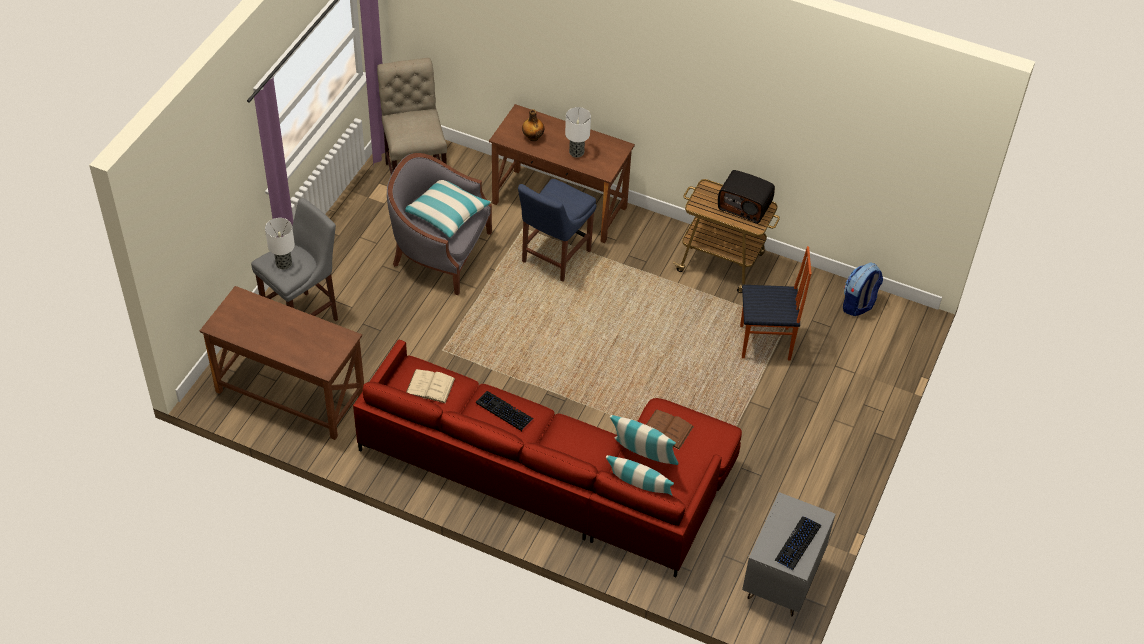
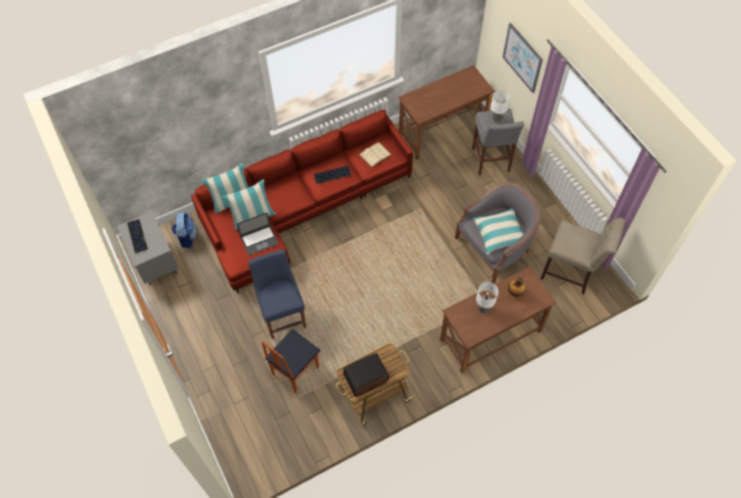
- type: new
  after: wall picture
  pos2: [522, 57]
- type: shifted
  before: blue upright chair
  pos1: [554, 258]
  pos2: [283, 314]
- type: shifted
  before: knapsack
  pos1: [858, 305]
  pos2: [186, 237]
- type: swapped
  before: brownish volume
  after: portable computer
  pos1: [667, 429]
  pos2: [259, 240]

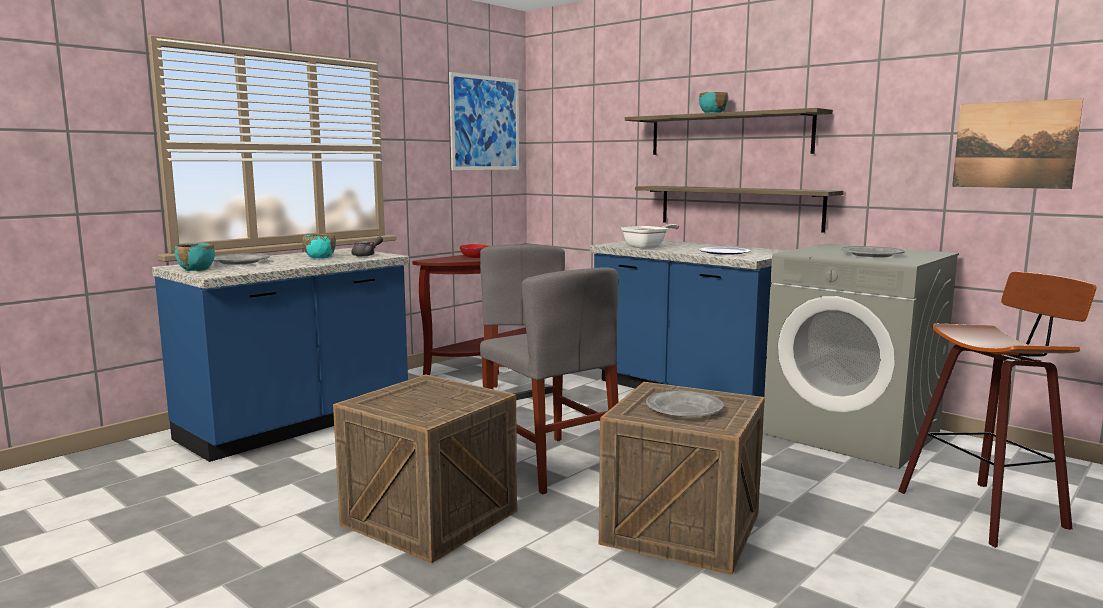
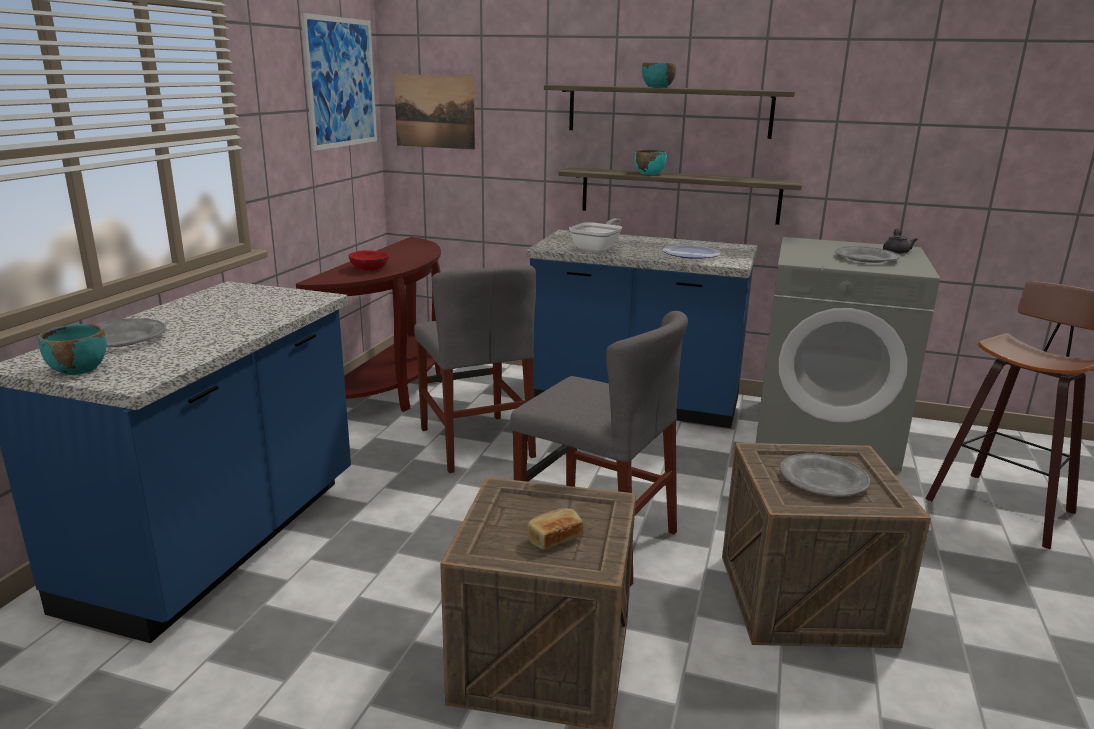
- type: new
  after: bread
  pos2: [554, 538]
- type: shifted
  before: blue-green deep dish
  pos1: [320, 257]
  pos2: [649, 173]
- type: shifted
  before: greyish pot for tea
  pos1: [367, 255]
  pos2: [896, 251]
- type: shifted
  before: wall picture
  pos1: [1014, 145]
  pos2: [435, 111]

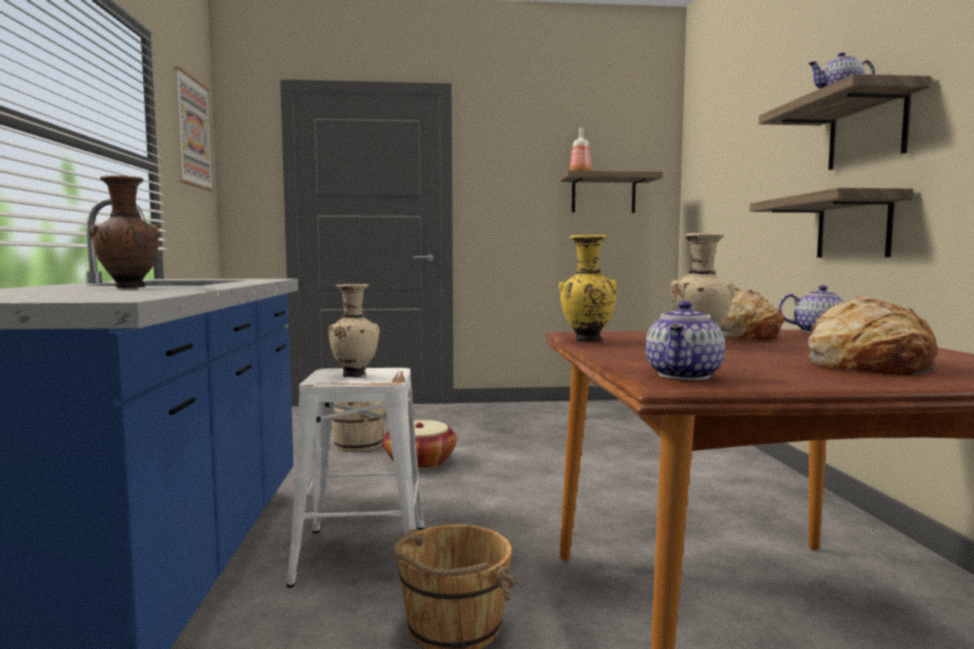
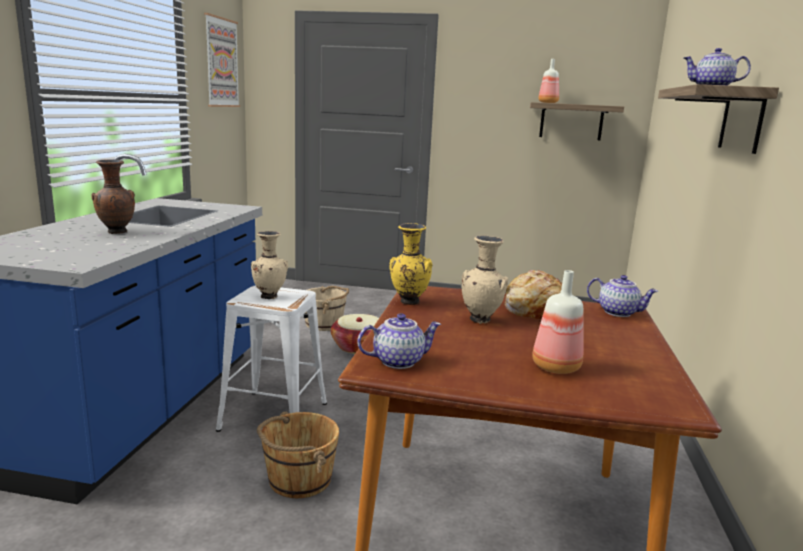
- type: gone
  before: wall shelf
  pos1: [853, 227]
- type: swapped
  before: bread
  after: drink bottle
  pos1: [867, 365]
  pos2: [554, 367]
- type: rotated
  before: pot for tea
  pos1: [685, 375]
  pos2: [398, 361]
  turn: -150

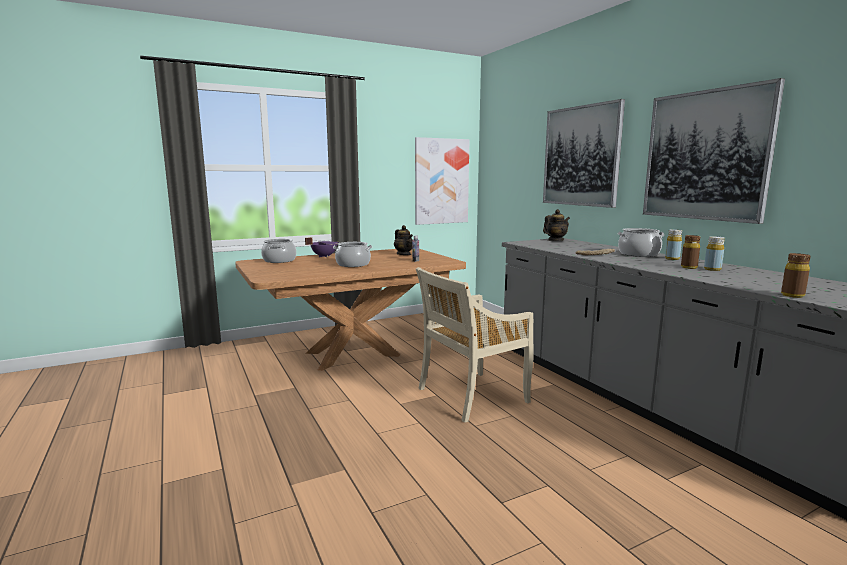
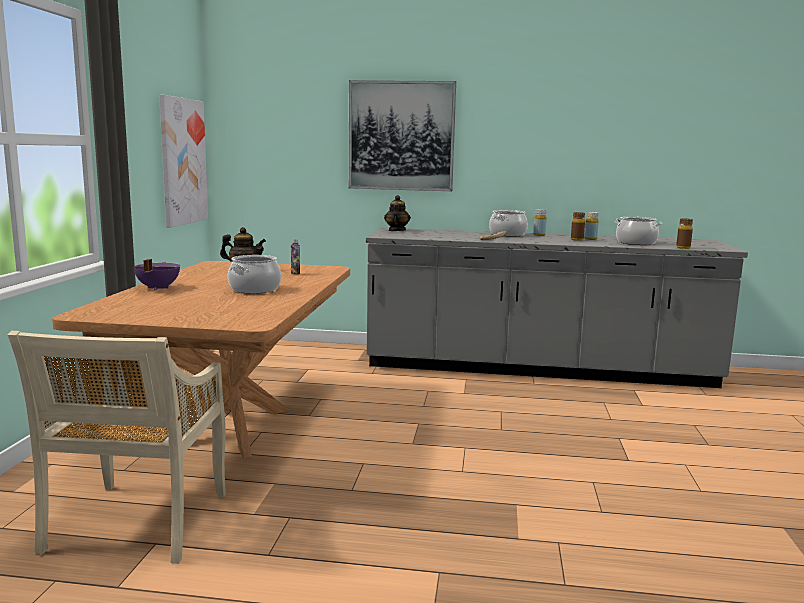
- type: gone
  before: wall picture
  pos1: [706, 155]
- type: shifted
  before: stockpot
  pos1: [279, 260]
  pos2: [636, 243]
- type: shifted
  before: beige-coloured upright chair
  pos1: [471, 396]
  pos2: [137, 524]

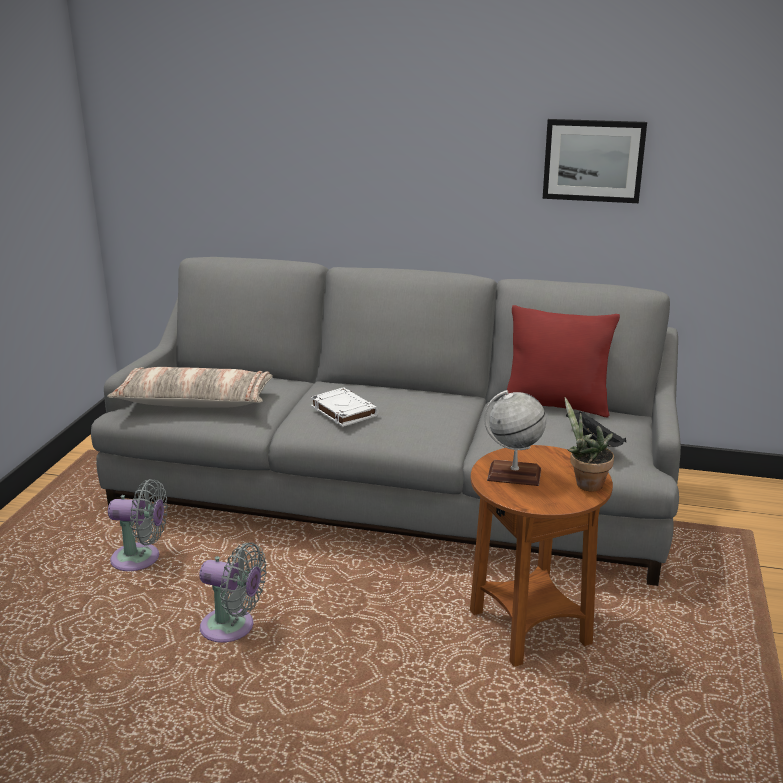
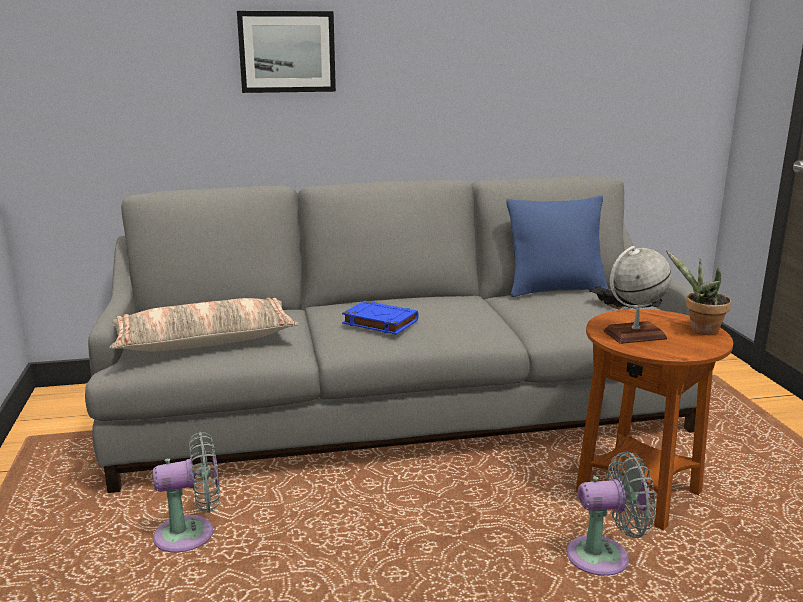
- type: shifted
  before: greyish electric fan
  pos1: [232, 628]
  pos2: [604, 557]
- type: shifted
  before: wall picture
  pos1: [593, 160]
  pos2: [287, 52]
- type: repainted
  before: white-coloured volume
  after: blue volume
  pos1: [343, 411]
  pos2: [379, 322]
- type: repainted
  before: red throw pillow
  after: blue throw pillow
  pos1: [556, 405]
  pos2: [555, 290]

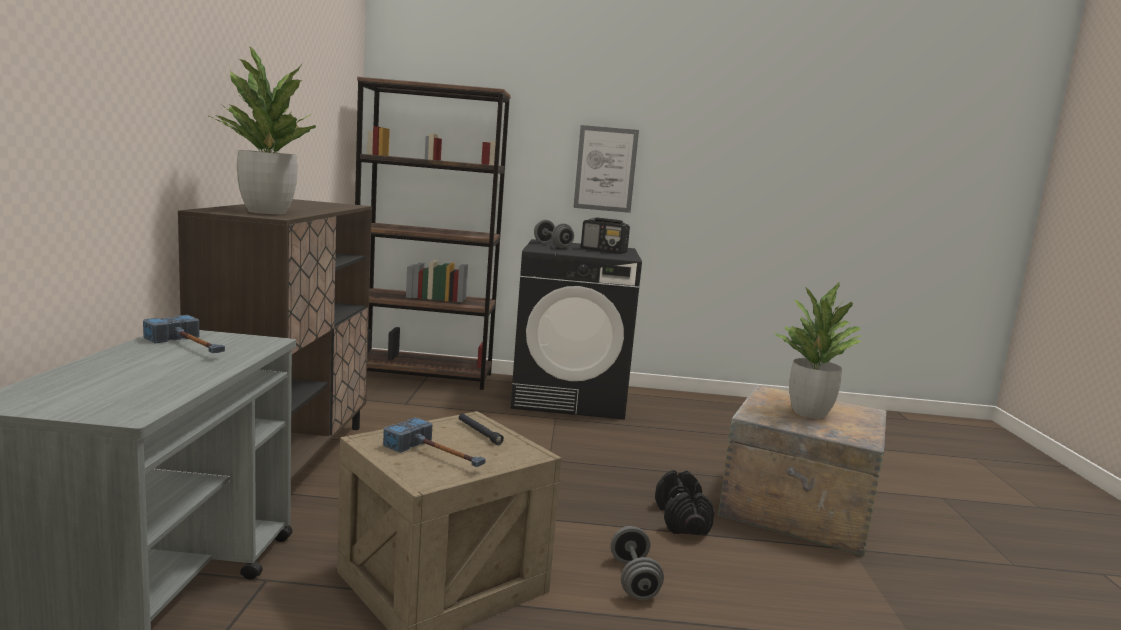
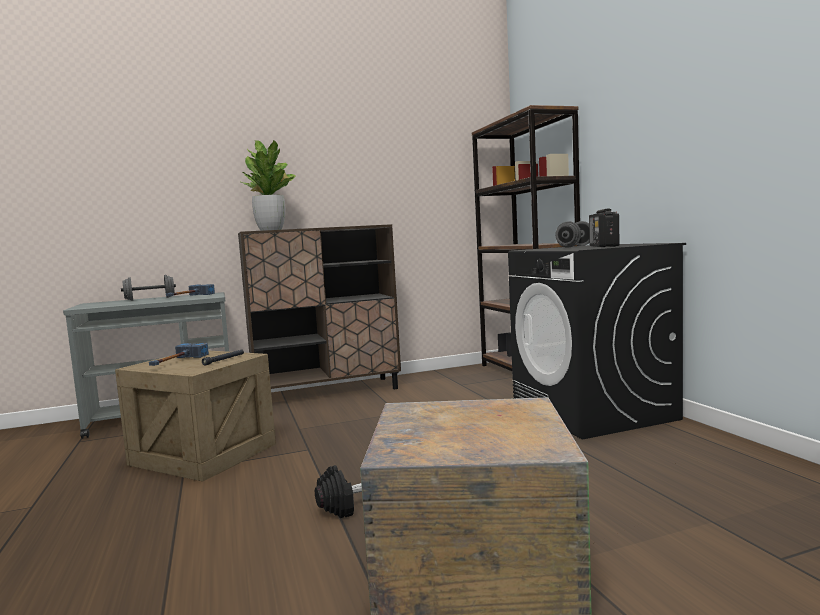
- type: gone
  before: wall picture
  pos1: [605, 169]
- type: gone
  before: potted plant
  pos1: [809, 413]
- type: shifted
  before: greyish free weight
  pos1: [633, 579]
  pos2: [150, 299]

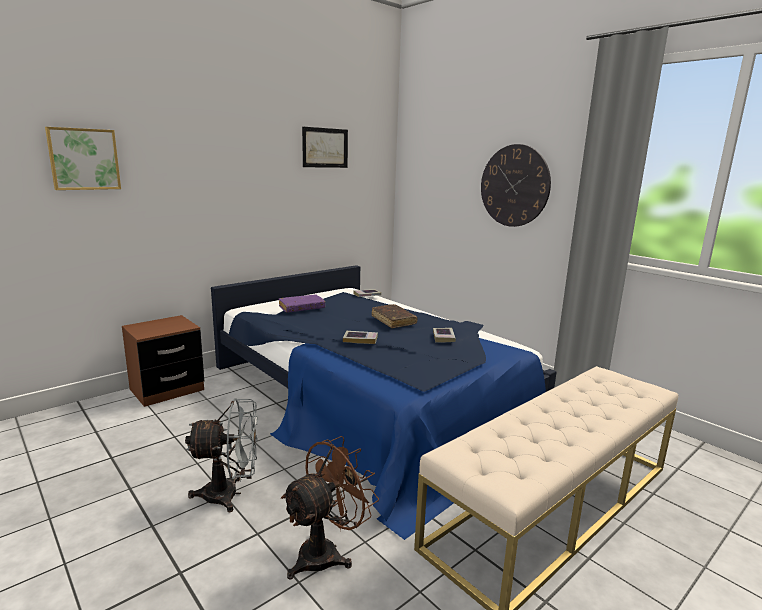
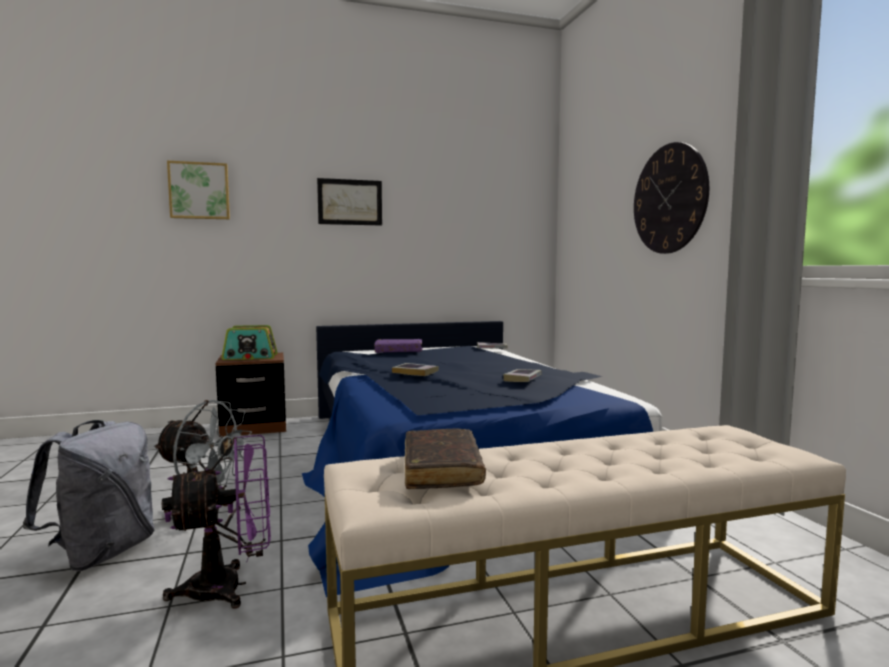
- type: new
  after: greyish knapsack
  pos2: [102, 553]
- type: new
  after: radio
  pos2: [250, 357]
- type: shifted
  before: wall picture
  pos1: [325, 148]
  pos2: [350, 202]
- type: shifted
  before: brownish volume
  pos1: [393, 321]
  pos2: [441, 469]
- type: repainted
  before: brownish electric fan
  after: purplish electric fan
  pos1: [326, 552]
  pos2: [229, 587]

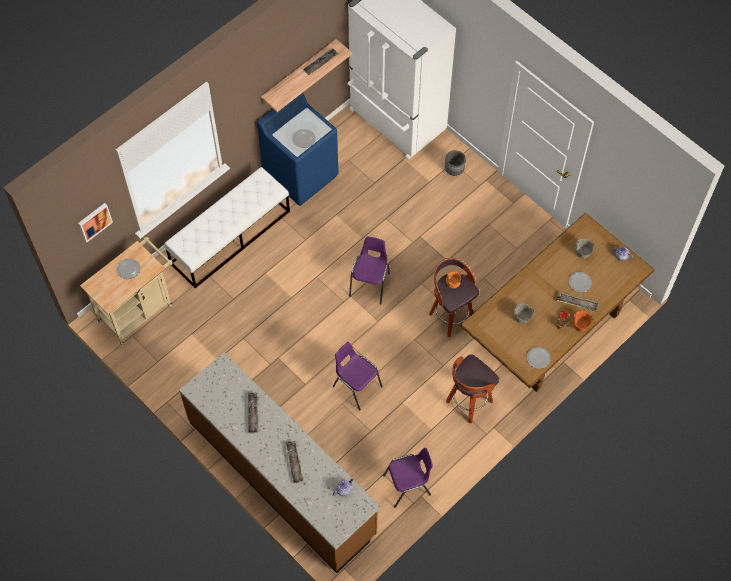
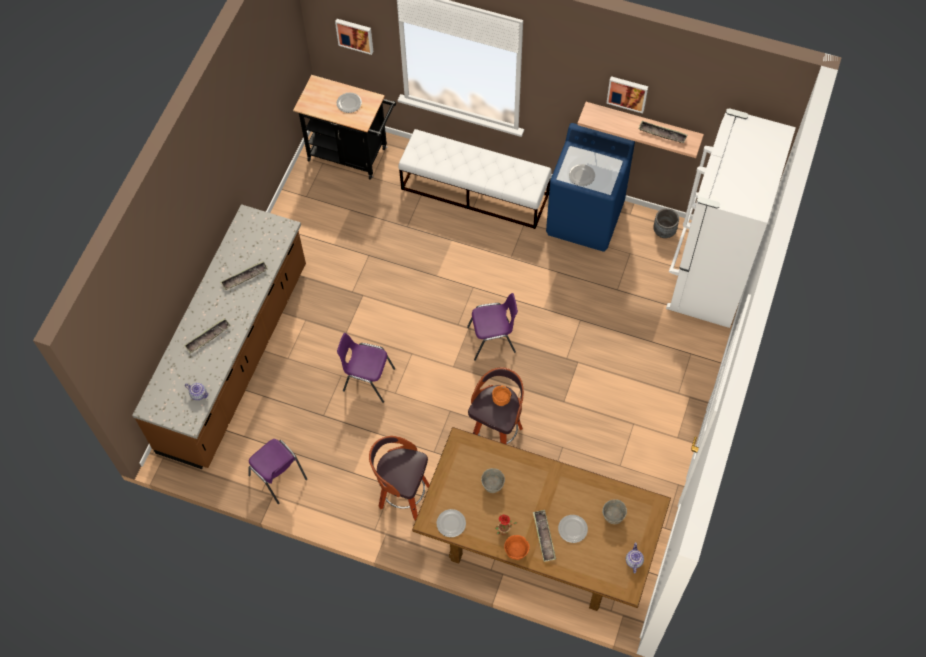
- type: new
  after: wall picture
  pos2: [627, 93]
- type: shifted
  before: greyish flower pot
  pos1: [454, 170]
  pos2: [664, 231]
- type: repainted
  before: beige-coloured trolley
  after: black-coloured trolley
  pos1: [138, 310]
  pos2: [352, 155]
- type: rotated
  before: purplish upright chair
  pos1: [356, 386]
  pos2: [367, 379]
  turn: -90

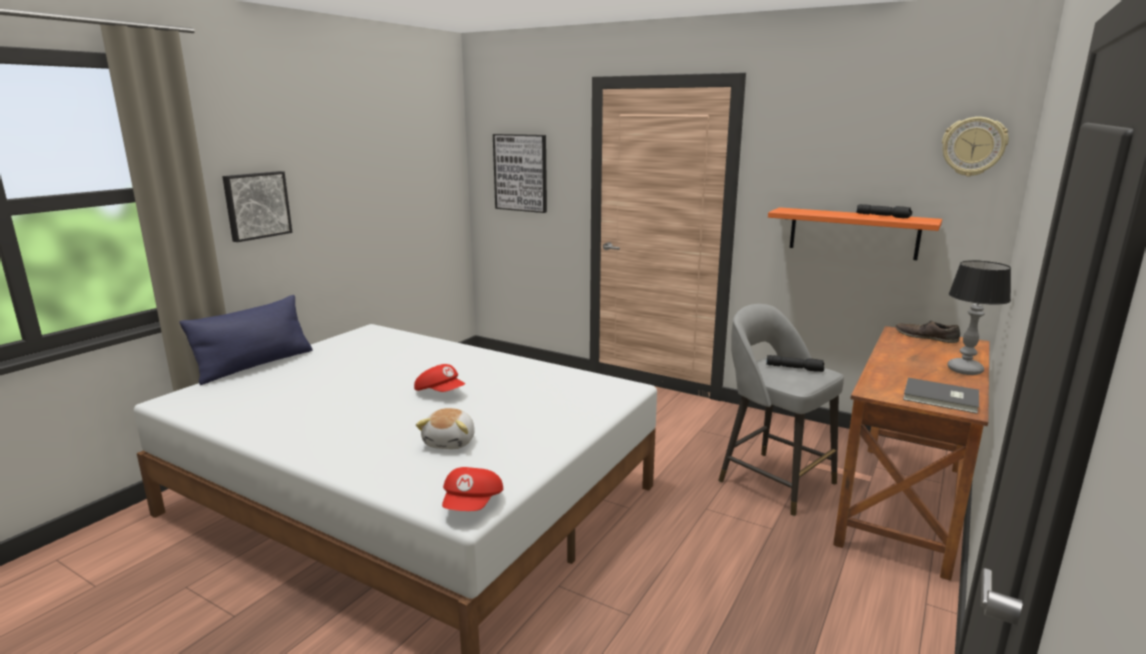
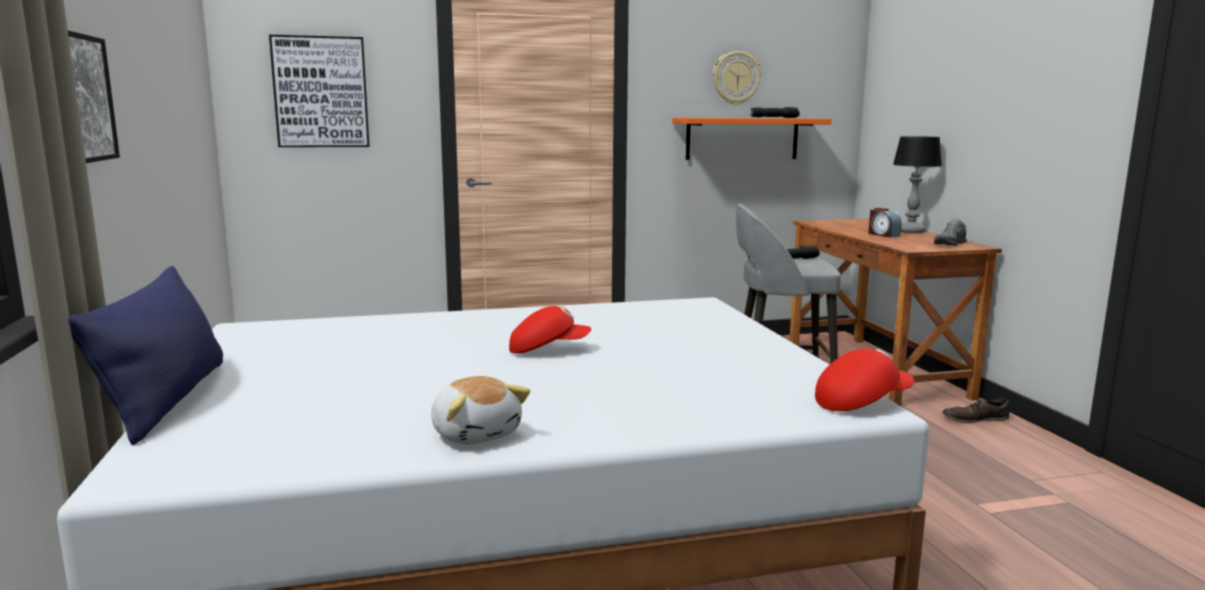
- type: new
  after: bedside clock
  pos2: [883, 235]
- type: shifted
  before: cuddly toy
  pos1: [450, 442]
  pos2: [476, 433]
- type: shifted
  before: brownish shoe
  pos1: [926, 337]
  pos2: [974, 419]
- type: shifted
  before: hanging clock
  pos1: [973, 146]
  pos2: [735, 78]
- type: swapped
  before: greyish volume
  after: greyish shoe
  pos1: [941, 398]
  pos2: [950, 244]
- type: rotated
  before: red peaked cap
  pos1: [473, 505]
  pos2: [861, 402]
  turn: -75

